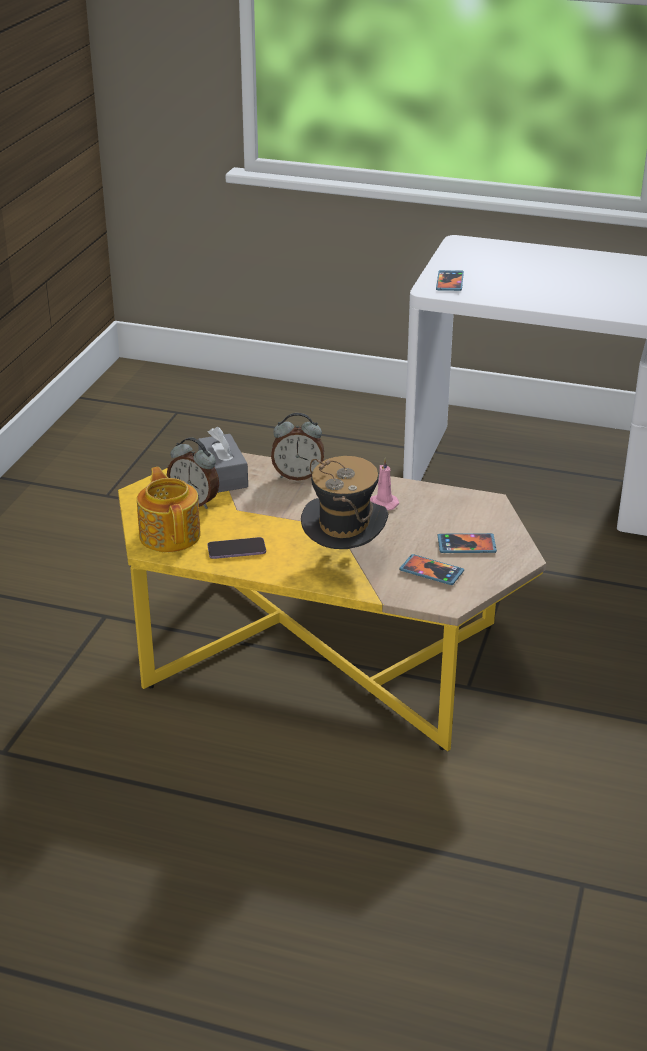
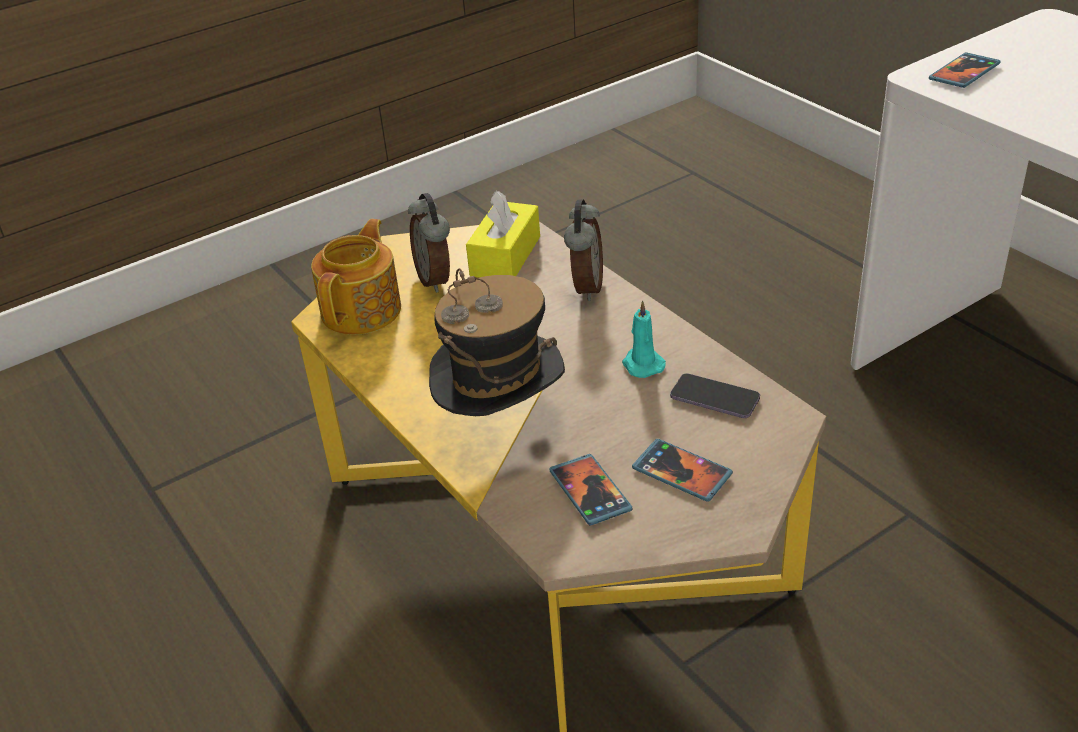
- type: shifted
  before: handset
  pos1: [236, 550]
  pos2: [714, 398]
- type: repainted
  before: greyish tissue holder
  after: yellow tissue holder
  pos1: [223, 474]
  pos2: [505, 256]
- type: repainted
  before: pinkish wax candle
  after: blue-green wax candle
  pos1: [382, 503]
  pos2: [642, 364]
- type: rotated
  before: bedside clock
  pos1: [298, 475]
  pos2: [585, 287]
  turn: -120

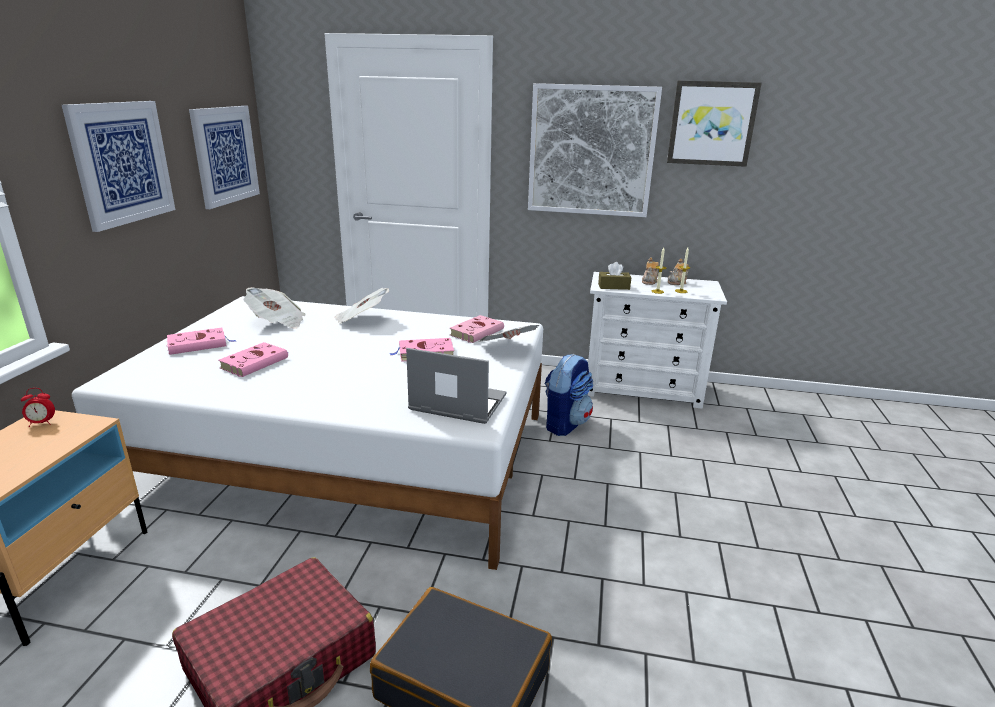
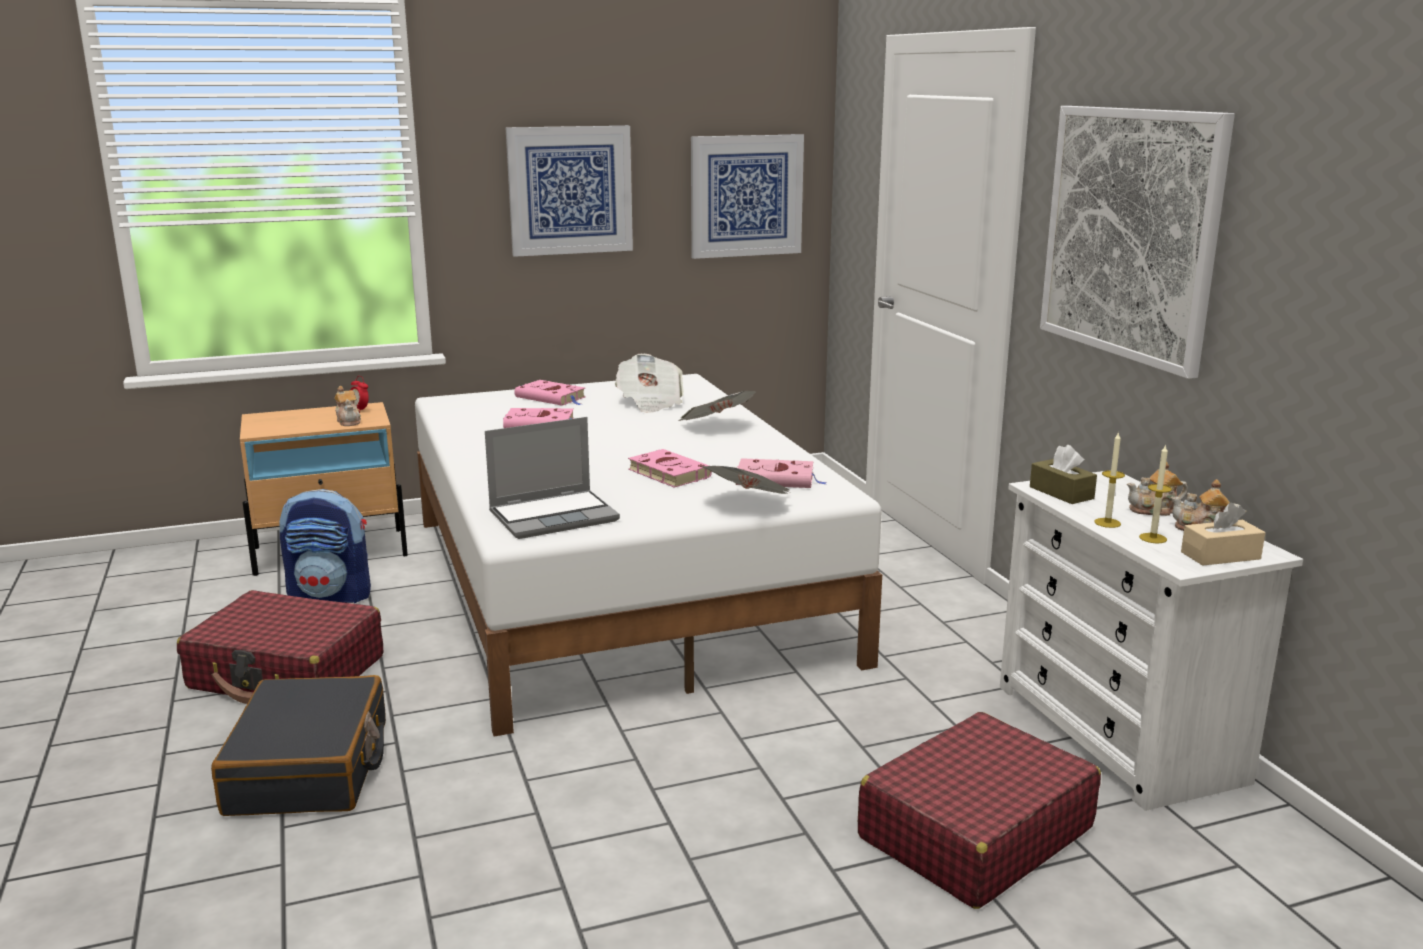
- type: gone
  before: wall picture
  pos1: [712, 123]
- type: new
  after: pot for tea
  pos2: [349, 421]
- type: new
  after: red piece of luggage
  pos2: [974, 833]
- type: new
  after: beige-coloured tissue holder
  pos2: [1220, 555]
- type: shifted
  before: knapsack
  pos1: [565, 423]
  pos2: [332, 595]
- type: rotated
  before: portable computer
  pos1: [456, 404]
  pos2: [554, 516]
  turn: 75

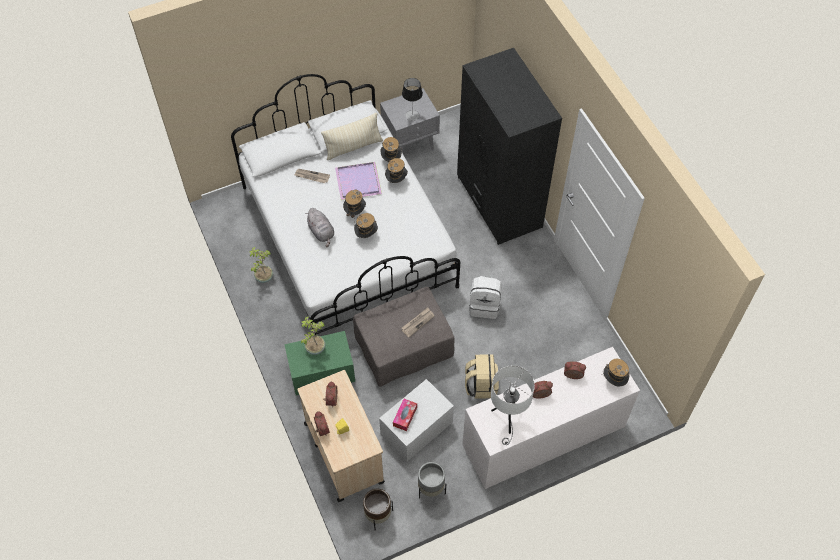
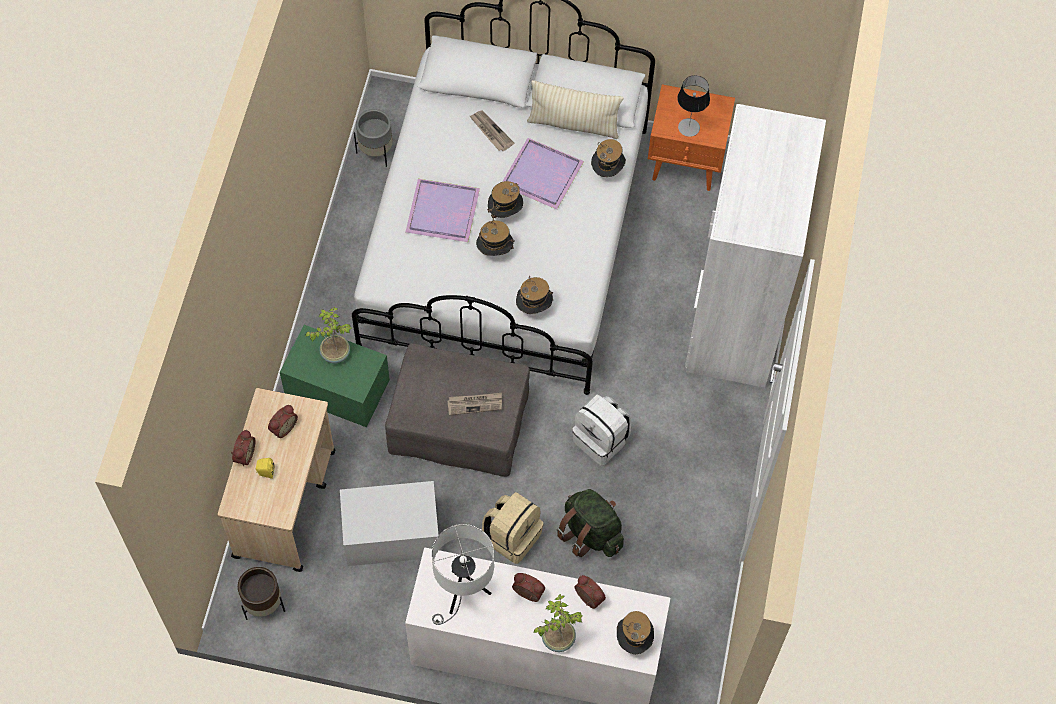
- type: gone
  before: tissue holder
  pos1: [405, 416]
- type: new
  after: green knapsack
  pos2: [591, 532]
- type: shifted
  before: potted plant
  pos1: [263, 277]
  pos2: [557, 638]
- type: shifted
  before: hat
  pos1: [396, 180]
  pos2: [534, 308]
- type: shifted
  before: greyish flower pot
  pos1: [430, 489]
  pos2: [376, 152]
- type: swapped
  before: greyish cuddly toy
  after: purplish carrying tray
  pos1: [321, 232]
  pos2: [444, 213]
- type: repainted
  before: greyish night table
  after: orangey night table
  pos1: [410, 143]
  pos2: [686, 163]
- type: repainted
  before: black-coloured wardrobe
  after: white-coloured wardrobe
  pos1: [498, 202]
  pos2: [735, 317]

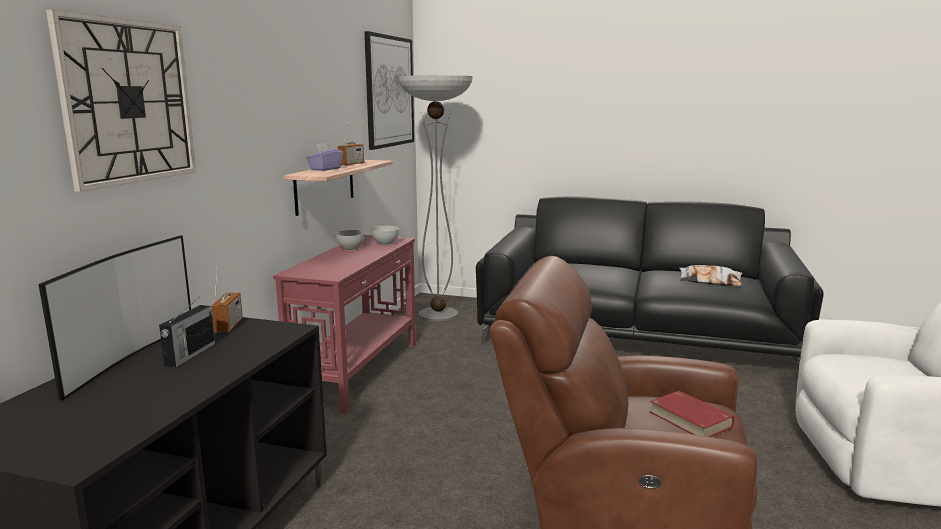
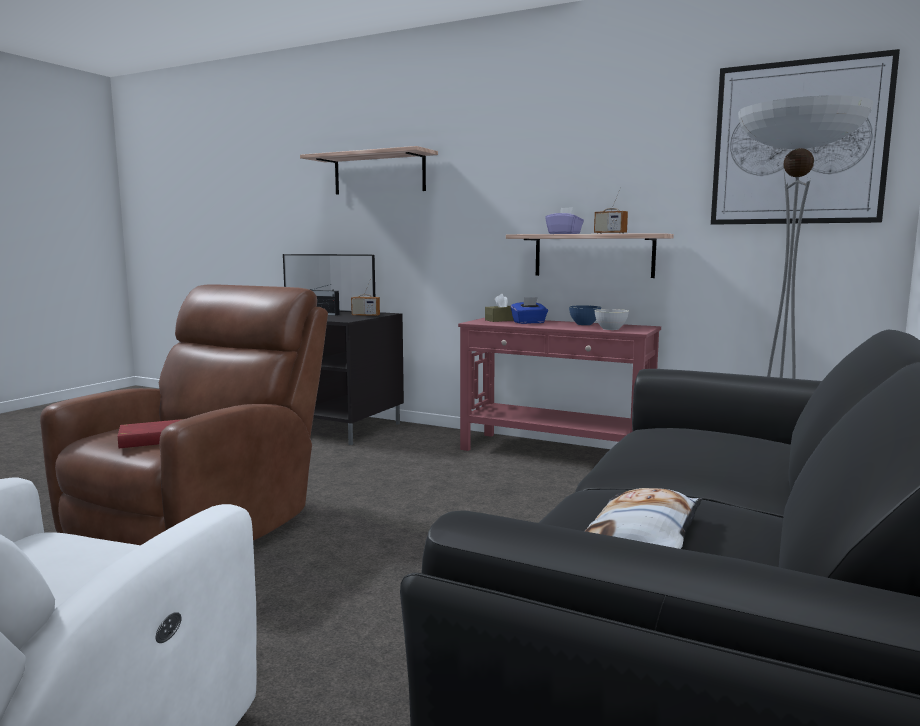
- type: new
  after: brownish tissue holder
  pos2: [502, 320]
- type: new
  after: blue tissue holder
  pos2: [529, 322]
- type: swapped
  before: hanging clock
  after: wall shelf
  pos1: [128, 102]
  pos2: [379, 174]
- type: repainted
  before: greyish deep dish
  after: blue deep dish
  pos1: [350, 248]
  pos2: [584, 324]

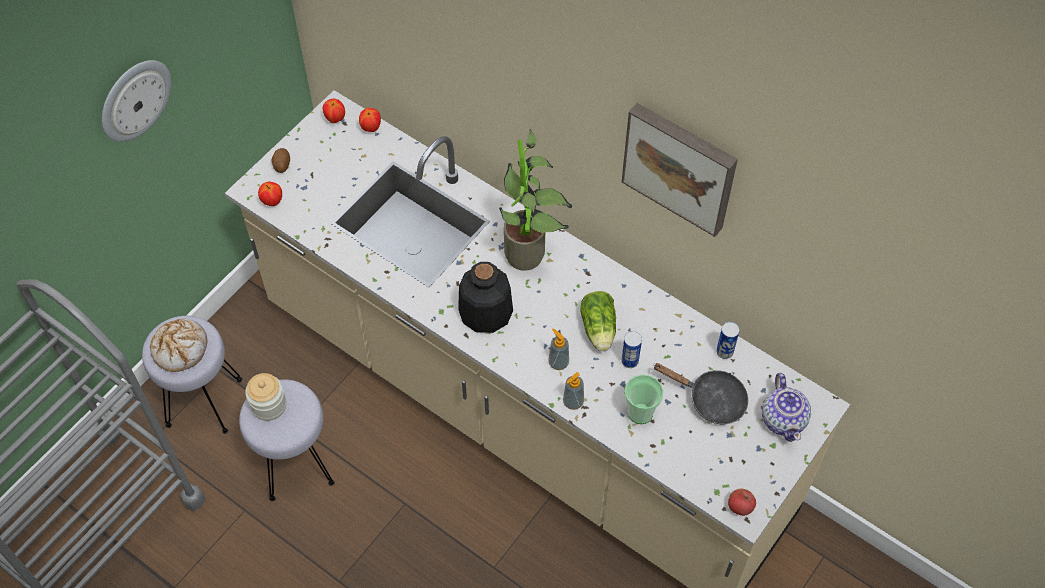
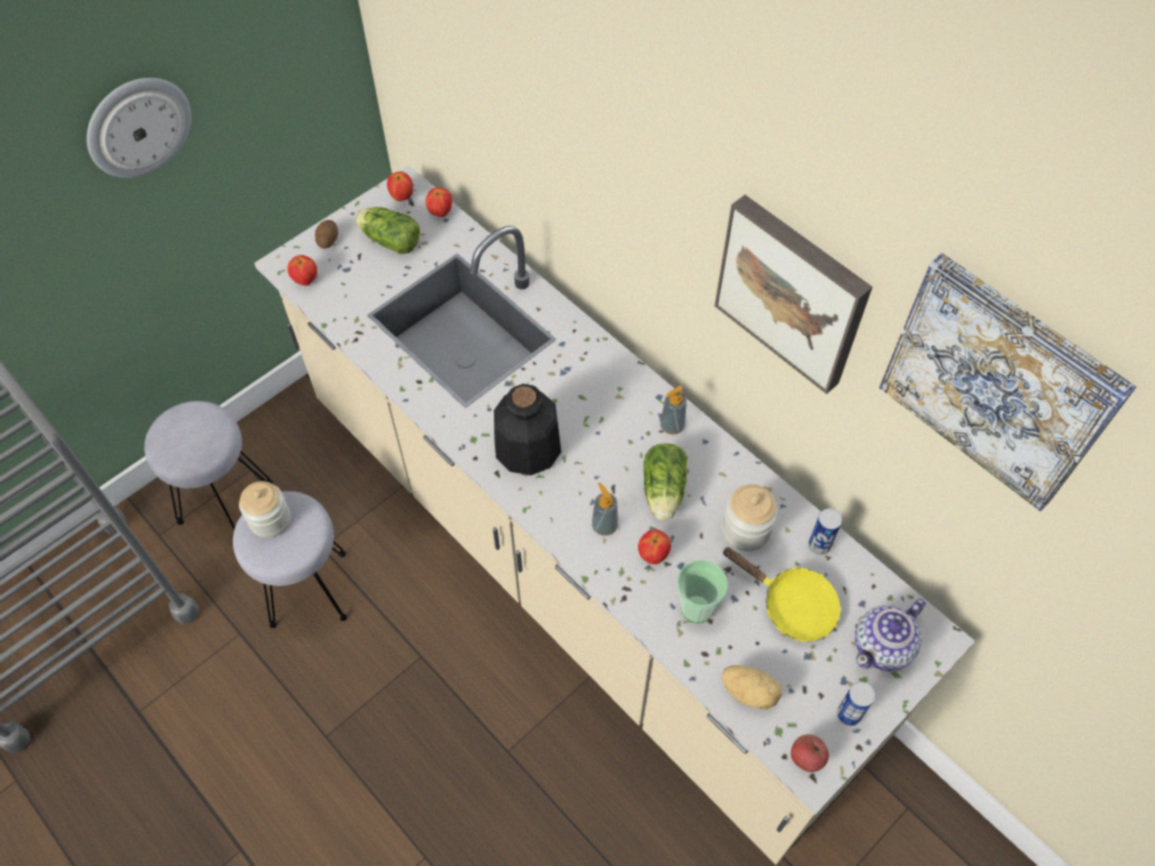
- type: gone
  before: bread
  pos1: [180, 348]
- type: gone
  before: potted plant
  pos1: [531, 256]
- type: new
  after: lettuce
  pos2: [388, 239]
- type: new
  after: apple fruit
  pos2: [653, 555]
- type: new
  after: whole potato
  pos2: [749, 691]
- type: new
  after: storage jar
  pos2: [746, 530]
- type: new
  after: wall picture
  pos2: [998, 381]
- type: shifted
  before: liquid soap bottle
  pos1: [573, 402]
  pos2: [672, 426]
- type: shifted
  before: sealed can
  pos1: [629, 361]
  pos2: [848, 714]
- type: repainted
  before: black-coloured frying pan
  after: yellow frying pan
  pos1: [711, 399]
  pos2: [791, 605]
- type: rotated
  before: pot for tea
  pos1: [783, 419]
  pos2: [883, 647]
  turn: 45

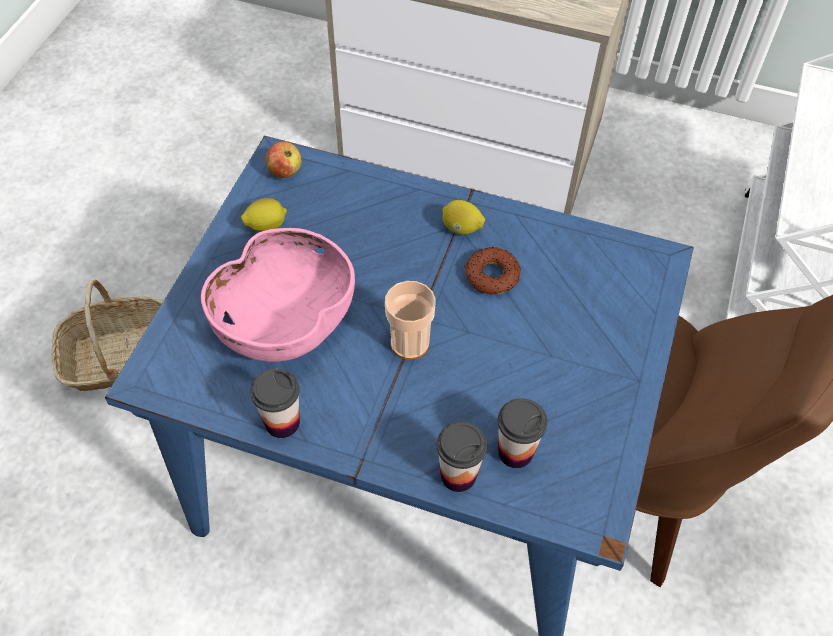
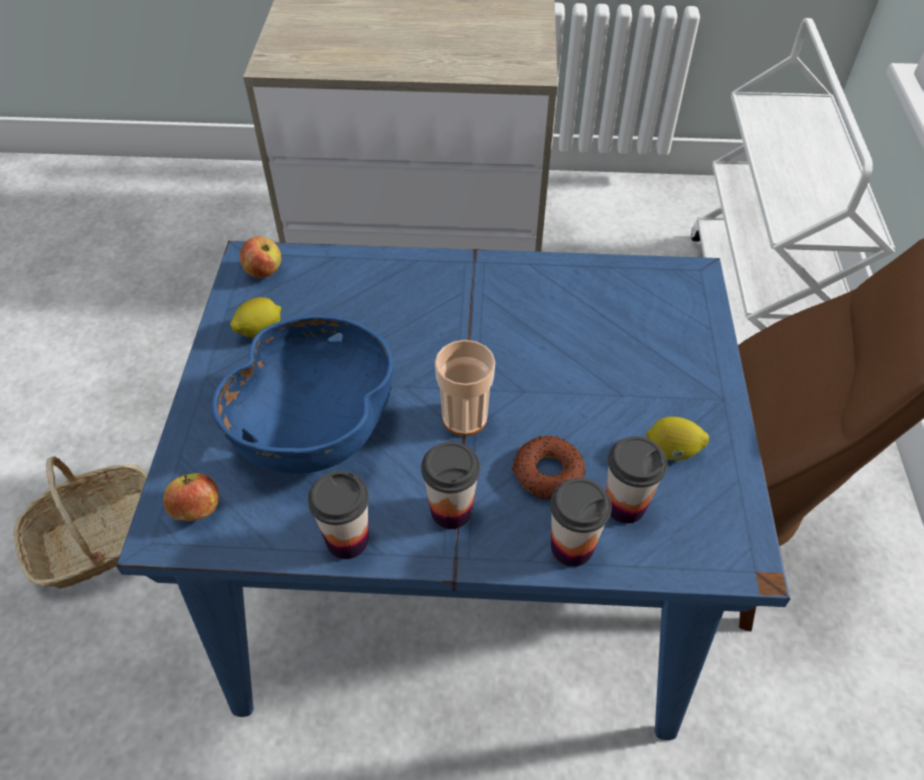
- type: new
  after: apple fruit
  pos2: [197, 510]
- type: new
  after: cup
  pos2: [451, 511]
- type: shifted
  before: citrus fruit
  pos1: [461, 228]
  pos2: [672, 451]
- type: shifted
  before: donut
  pos1: [491, 276]
  pos2: [548, 473]
- type: repainted
  before: pinkish deep dish
  after: blue deep dish
  pos1: [286, 323]
  pos2: [316, 428]

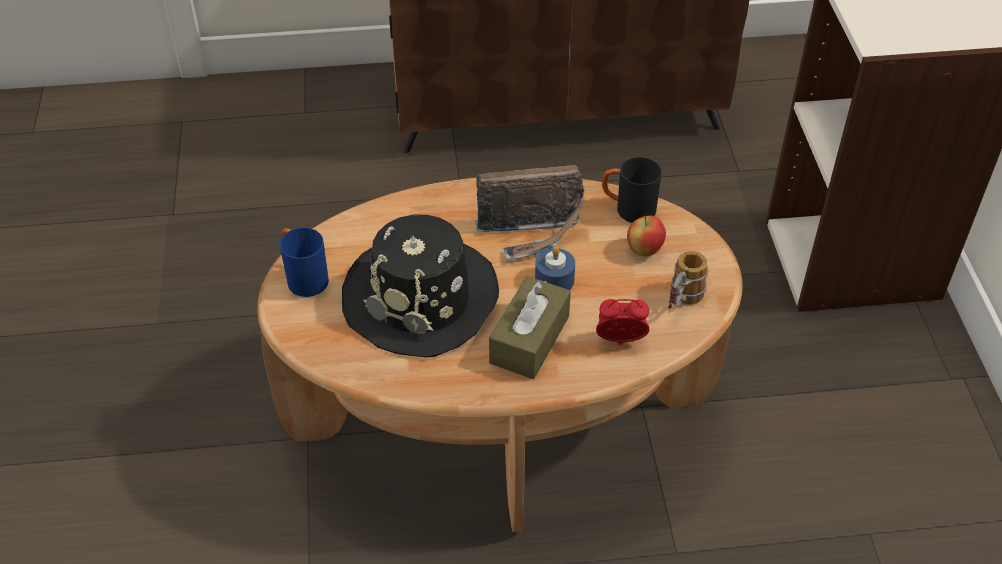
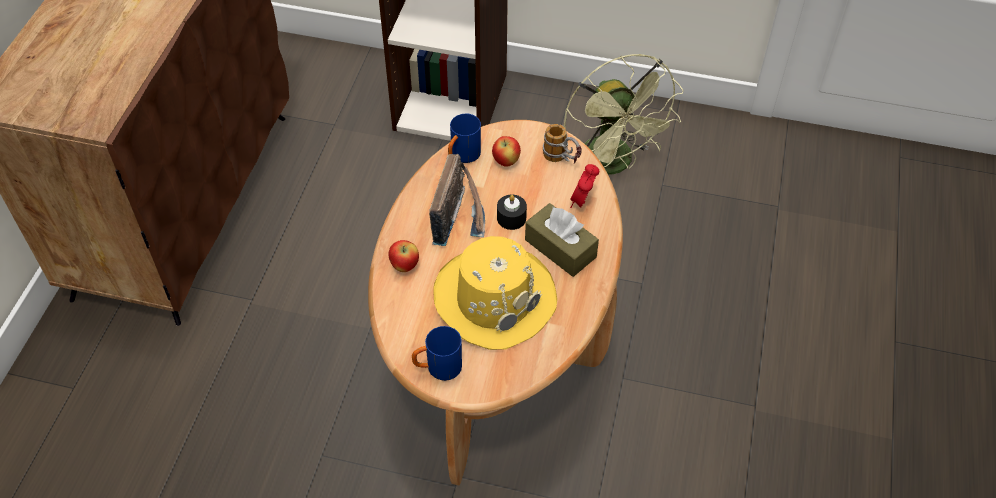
- type: new
  after: apple fruit
  pos2: [404, 266]
- type: new
  after: green electric fan
  pos2: [614, 164]
- type: repainted
  before: black-coloured hat
  after: yellow hat
  pos1: [422, 298]
  pos2: [494, 298]
- type: repainted
  before: blue wax candle
  after: black-coloured wax candle
  pos1: [554, 280]
  pos2: [511, 218]
- type: repainted
  before: black-coloured tea mug
  after: blue tea mug
  pos1: [628, 209]
  pos2: [462, 157]

